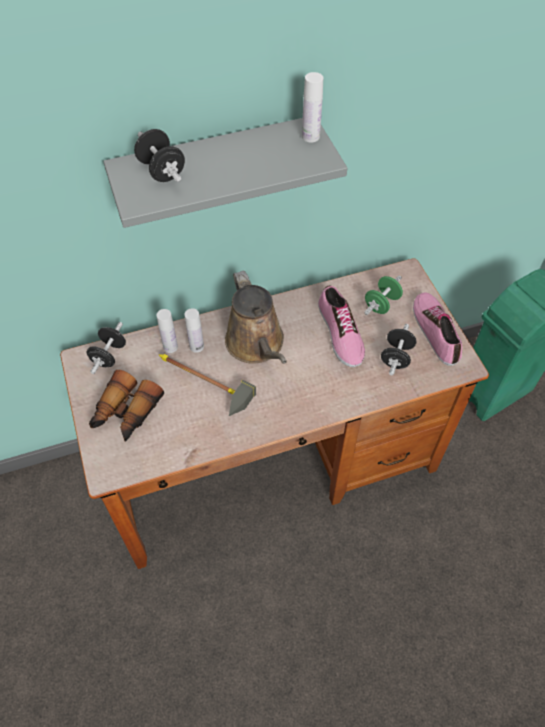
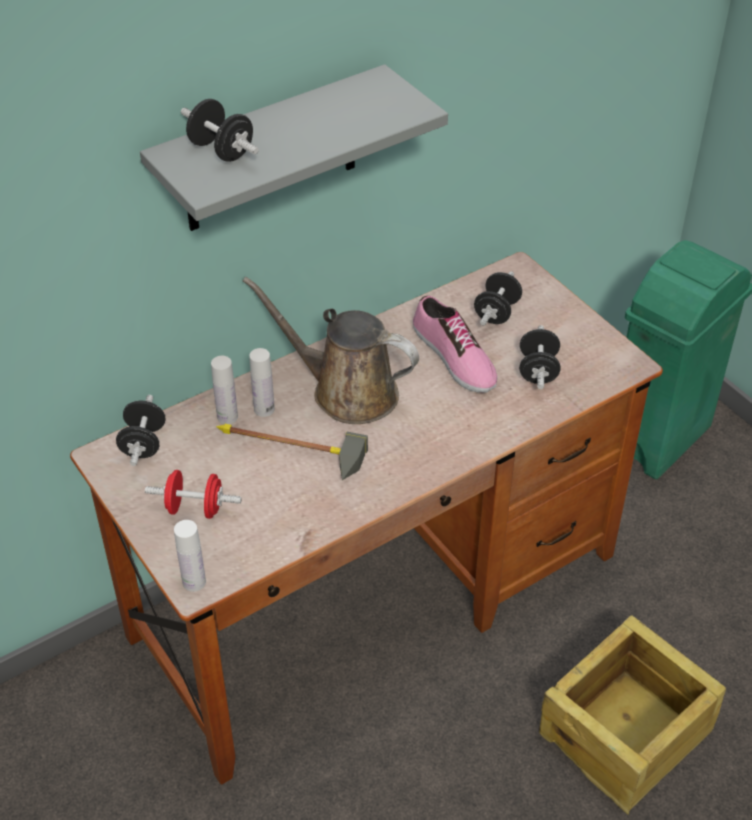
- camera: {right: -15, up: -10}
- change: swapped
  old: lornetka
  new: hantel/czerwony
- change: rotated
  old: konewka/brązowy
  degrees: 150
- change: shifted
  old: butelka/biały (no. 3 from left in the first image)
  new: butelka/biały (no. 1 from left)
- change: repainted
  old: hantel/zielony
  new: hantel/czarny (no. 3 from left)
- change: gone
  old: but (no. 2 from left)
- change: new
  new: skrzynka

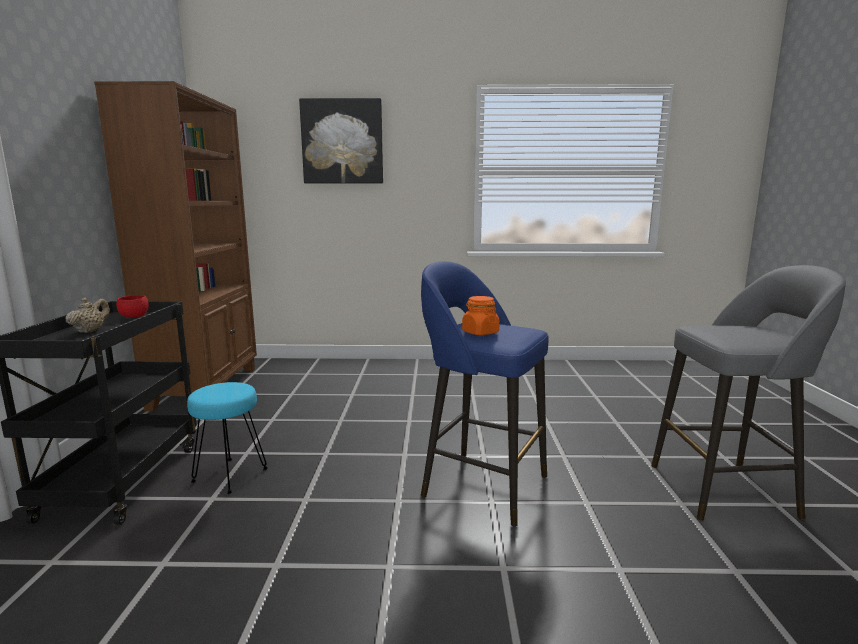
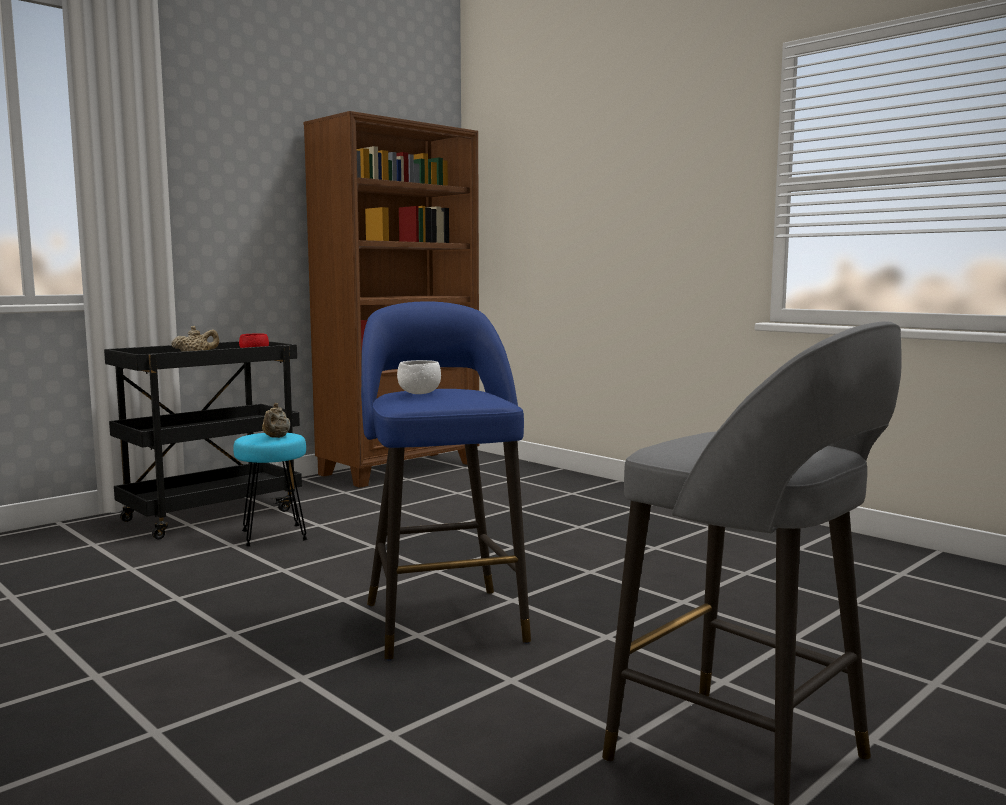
- camera: {right: 45, up: -5}
- change: gone
  old: obraz
- change: swapped
  old: słoik/pomarańczowy
  new: miska/biały
- change: new
  new: imbryk/beżowy (no. 2 from left)

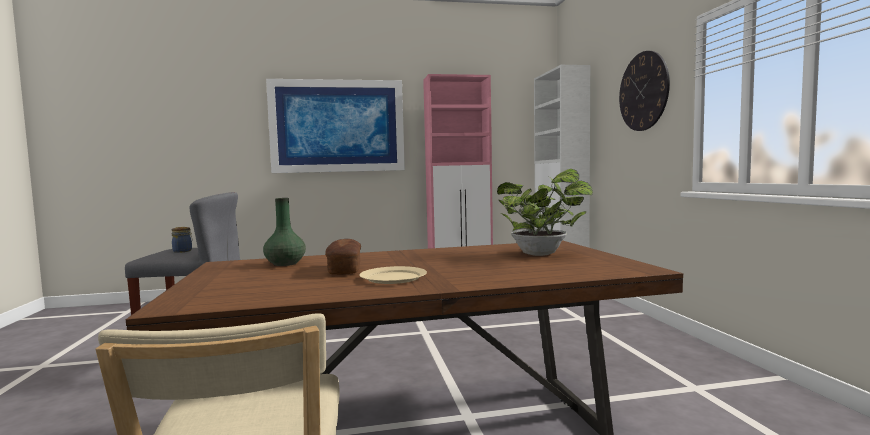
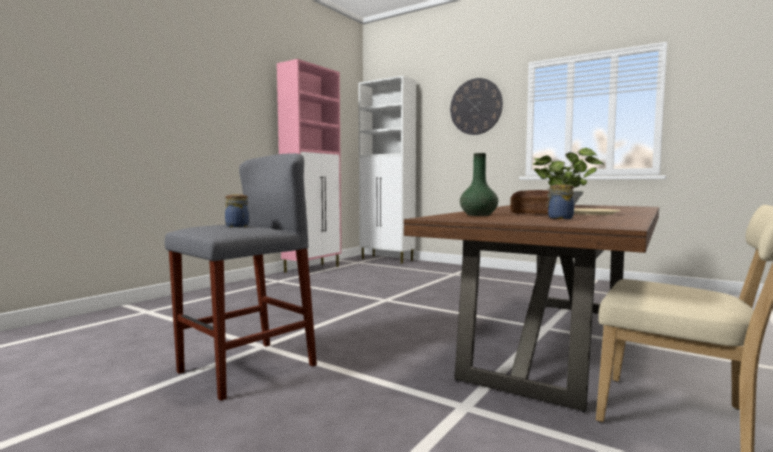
- camera: {right: -45, up: 0}
- change: gone
  old: obraz
- change: new
  new: słoik (no. 2 from left)

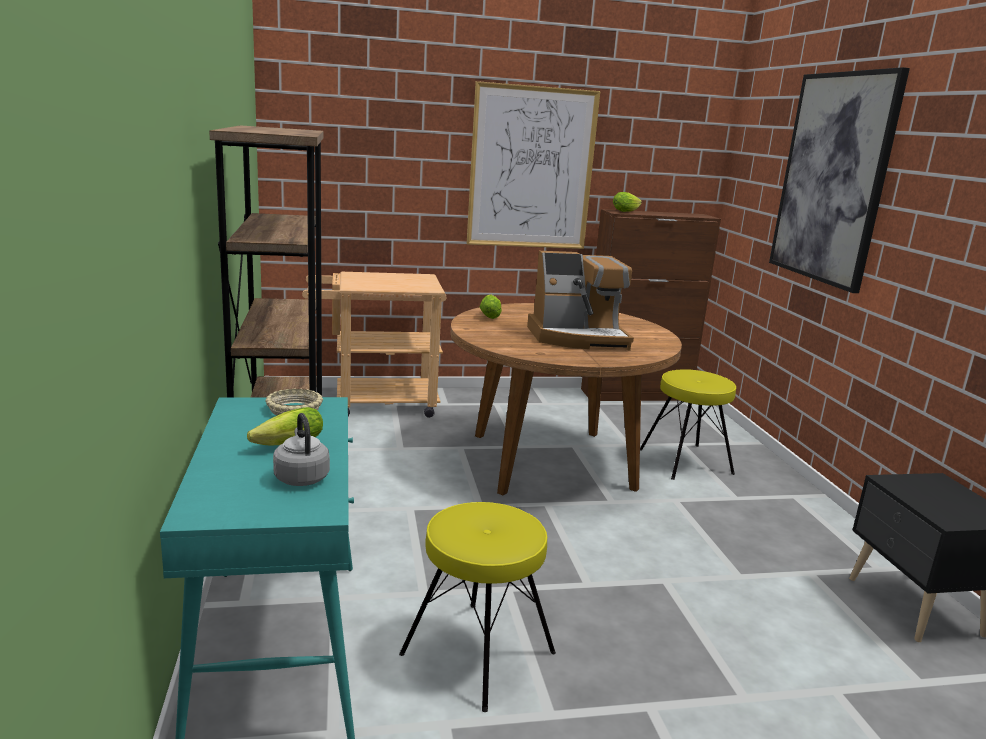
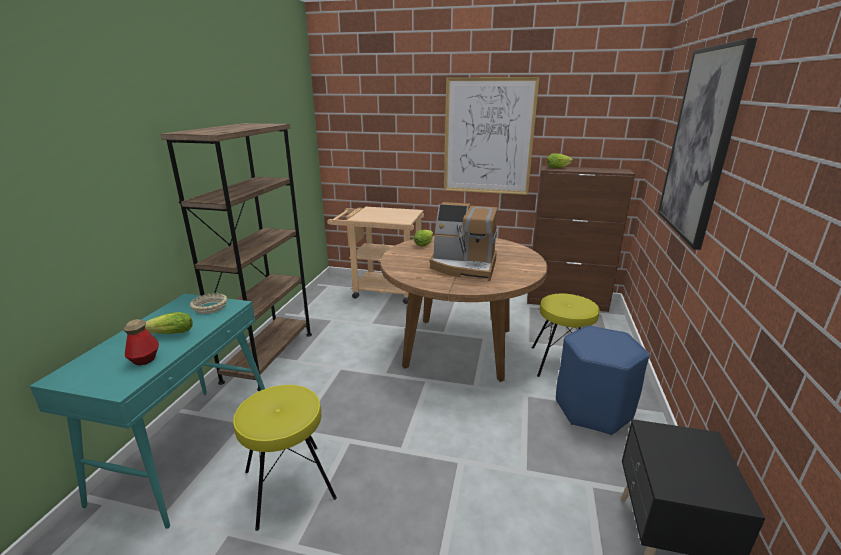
- camera: {right: 25, up: 5}
- change: swapped
  old: czajnik/szary
  new: butelka
- change: new
  new: stołek/niebieski

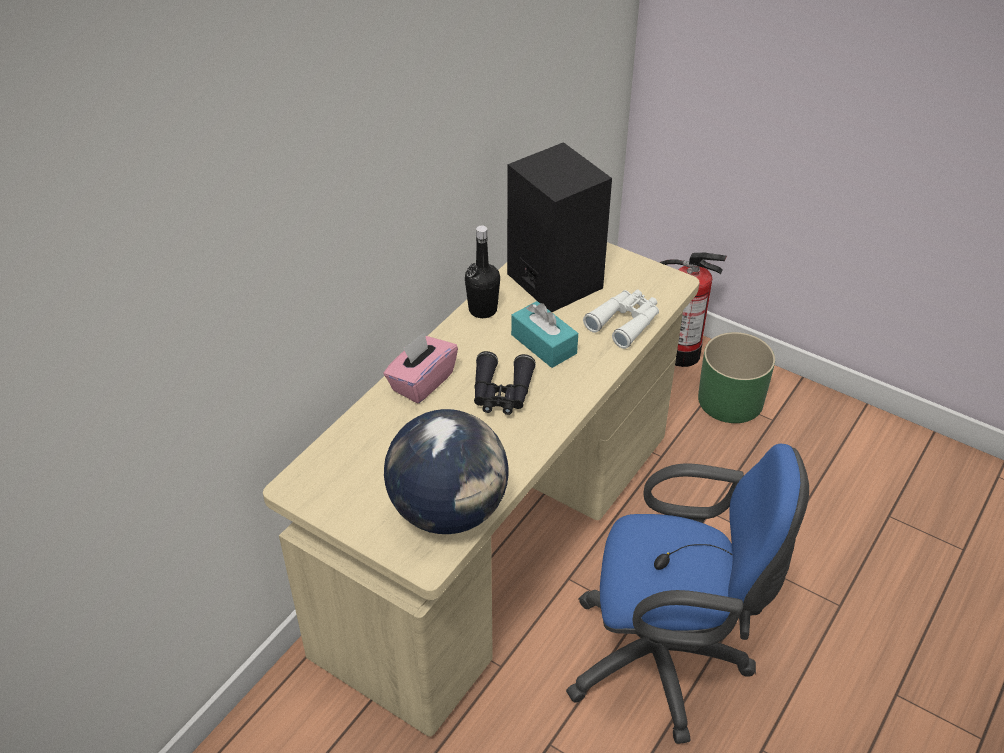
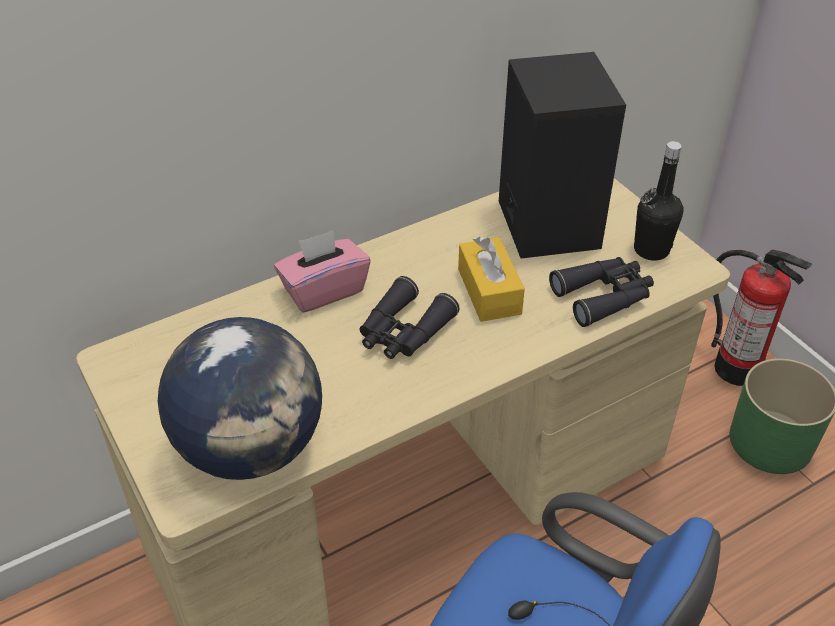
- camera: {right: 25, up: 0}
- change: shifted
  old: butelka/czarny
- change: repainted
  old: pudełko chusteczek/turkusowy
  new: pudełko chusteczek/żółty
- change: repainted
  old: lornetka/biały
  new: lornetka/czarny (no. 2 from left)

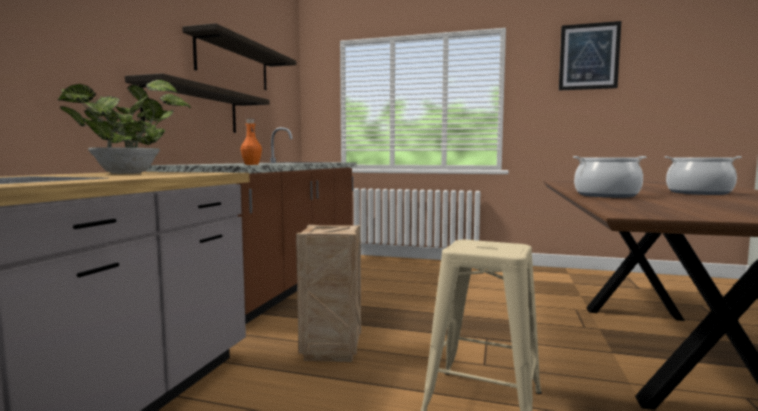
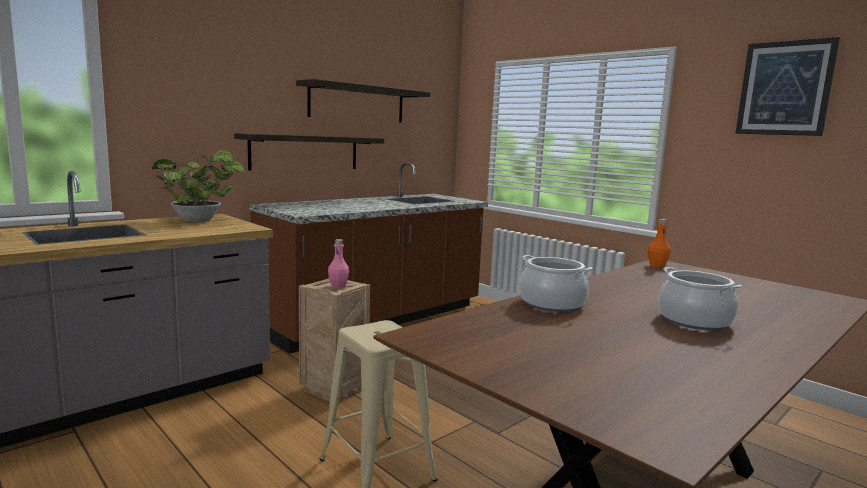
- camera: {right: 30, up: 5}
- change: shifted
  old: butelka/pomarańczowy
- change: new
  new: butelka/różowy

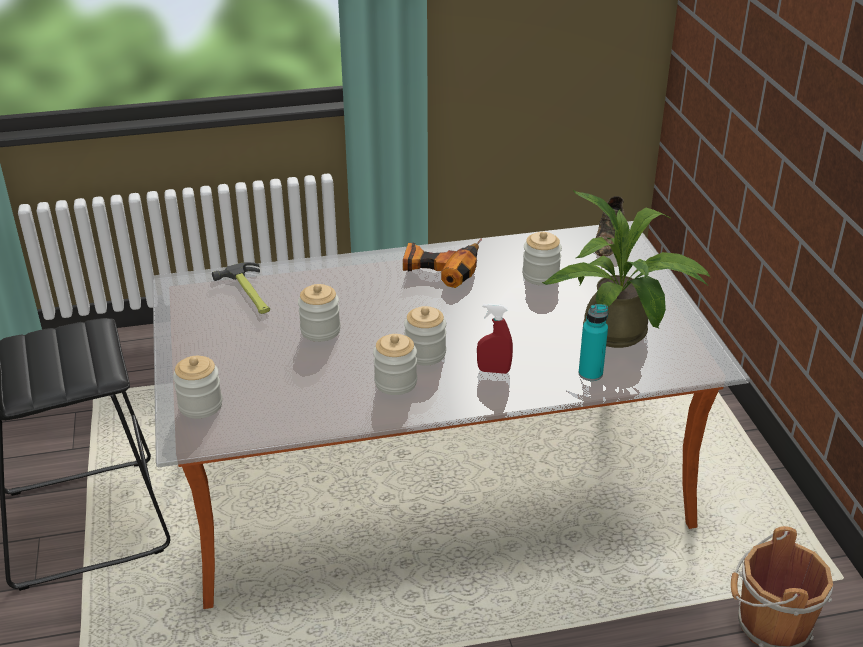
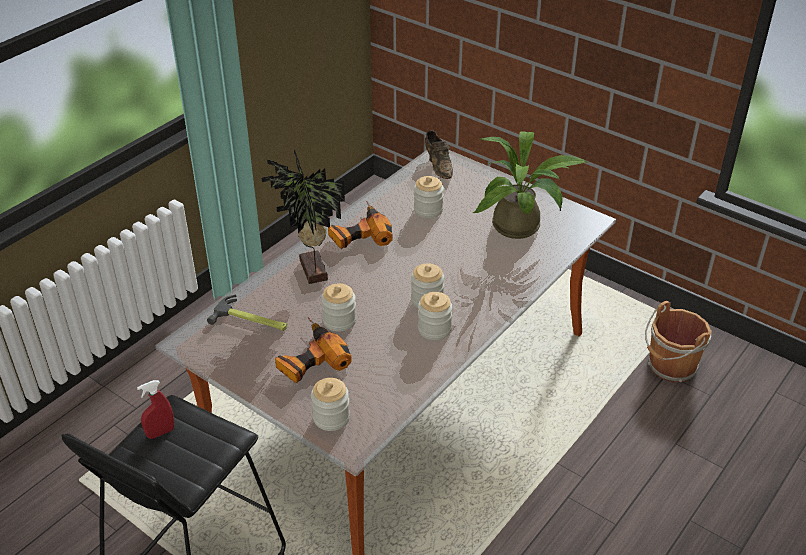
- camera: {right: -40, up: 5}
- change: shifted
  old: spryskiwacz/czerwony
- change: gone
  old: butelka/turkusowy
- change: new
  new: roślina doniczkowa (no. 1 from left)
- change: new
  new: wiertarka (no. 1 from left)

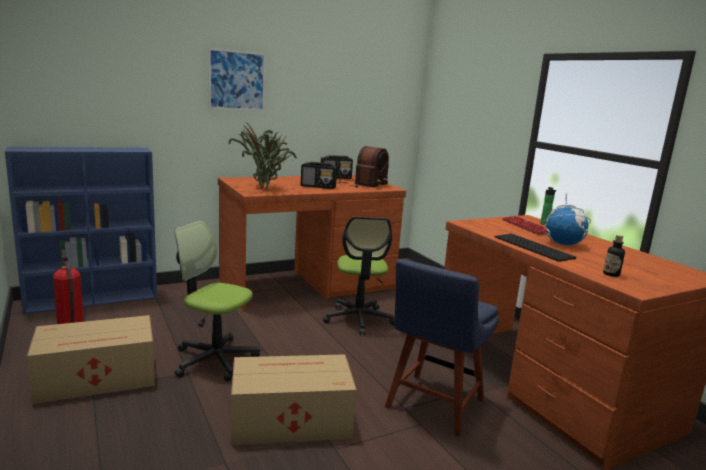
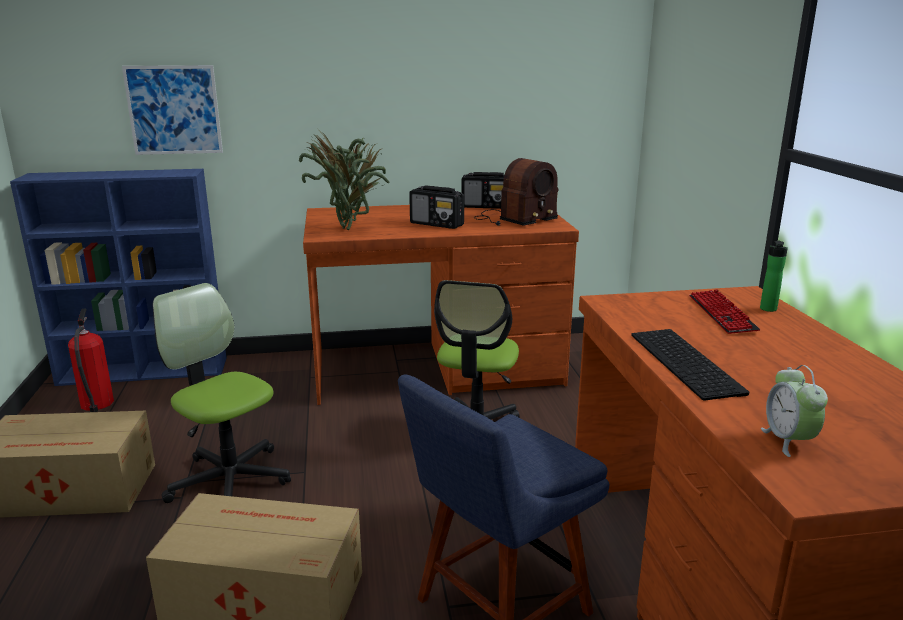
- camera: {right: 20, up: 5}
- change: shifted
  old: obraz
- change: gone
  old: globus
- change: swapped
  old: butelka (no. 2 from left)
  new: budzik

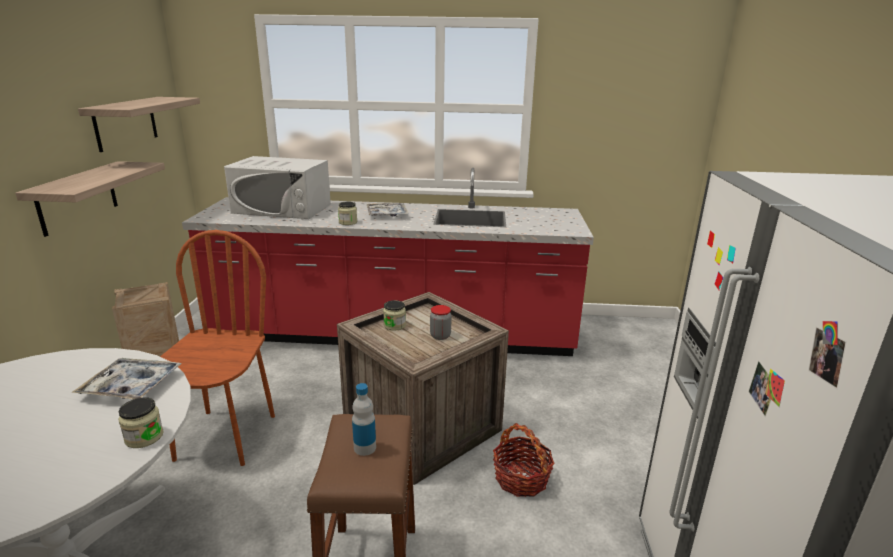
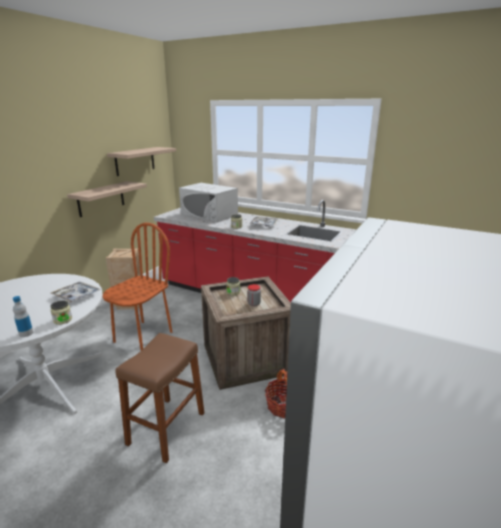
- camera: {right: 25, up: 0}
- change: shifted
  old: butelka

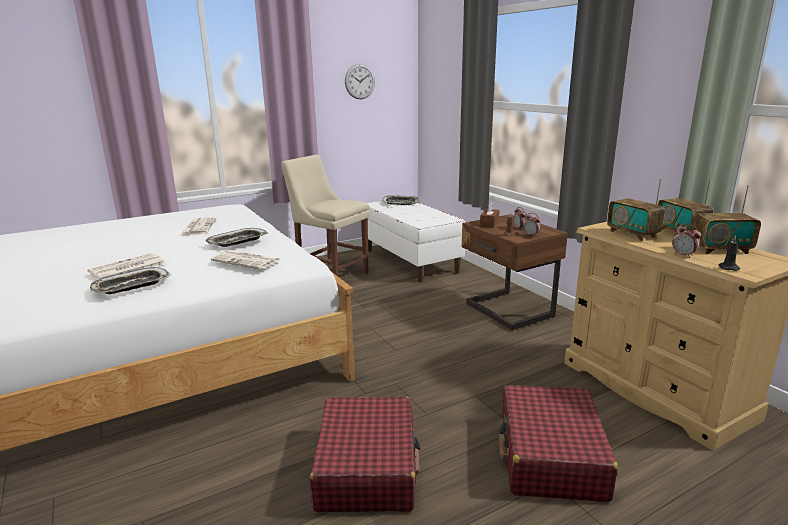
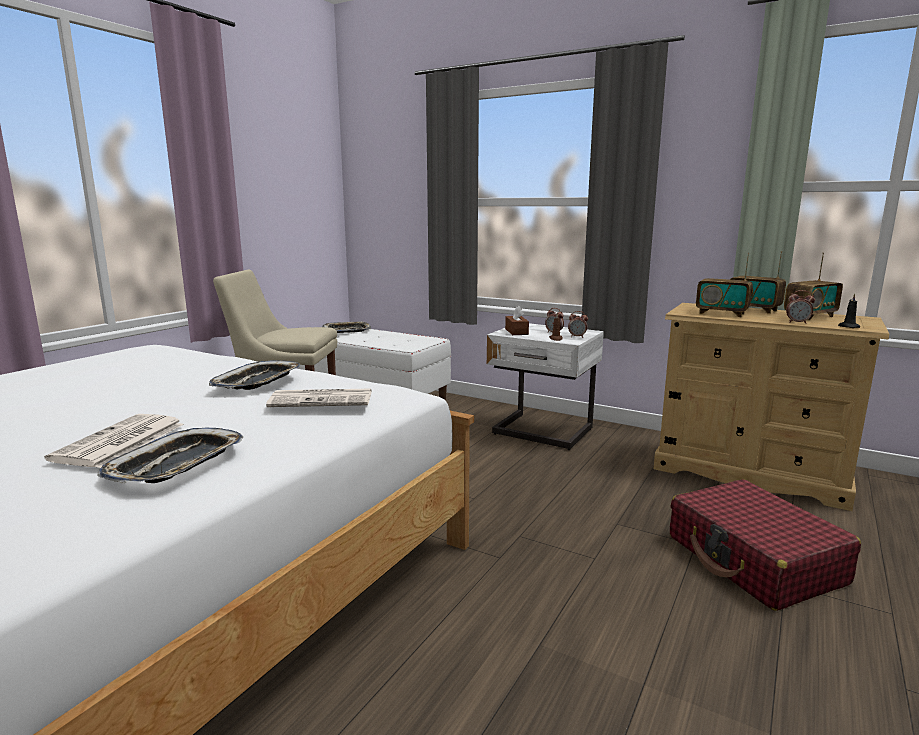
- camera: {right: -30, up: -5}
- change: gone
  old: gazeta (no. 2 from left)
- change: gone
  old: walizka/czerwony (no. 1 from left)
- change: gone
  old: zegar ścienny
- change: repainted
  old: szafka nocna/brązowy
  new: szafka nocna/biały

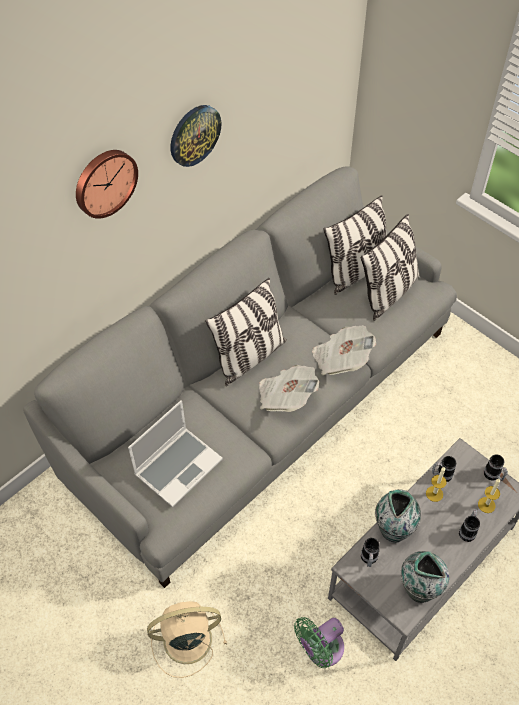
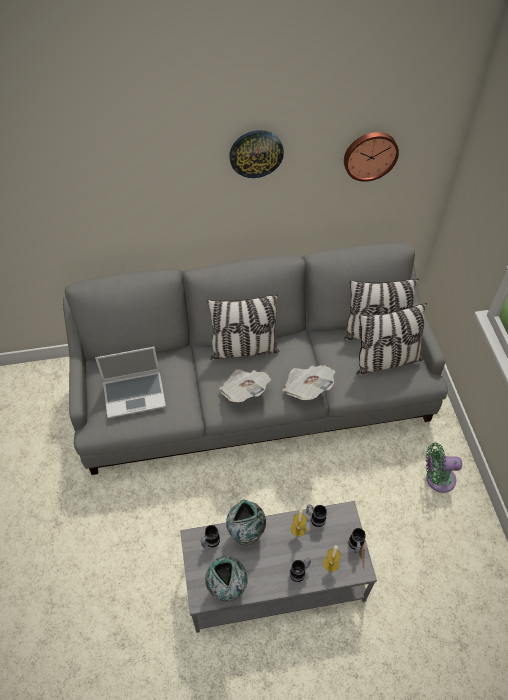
- camera: {right: 35, up: 0}
- change: shifted
  old: zegar ścienny (no. 1 from left in the first image)
  new: zegar ścienny (no. 2 from left)
- change: gone
  old: wentylator/beżowy
- change: shifted
  old: wentylator/zielony

